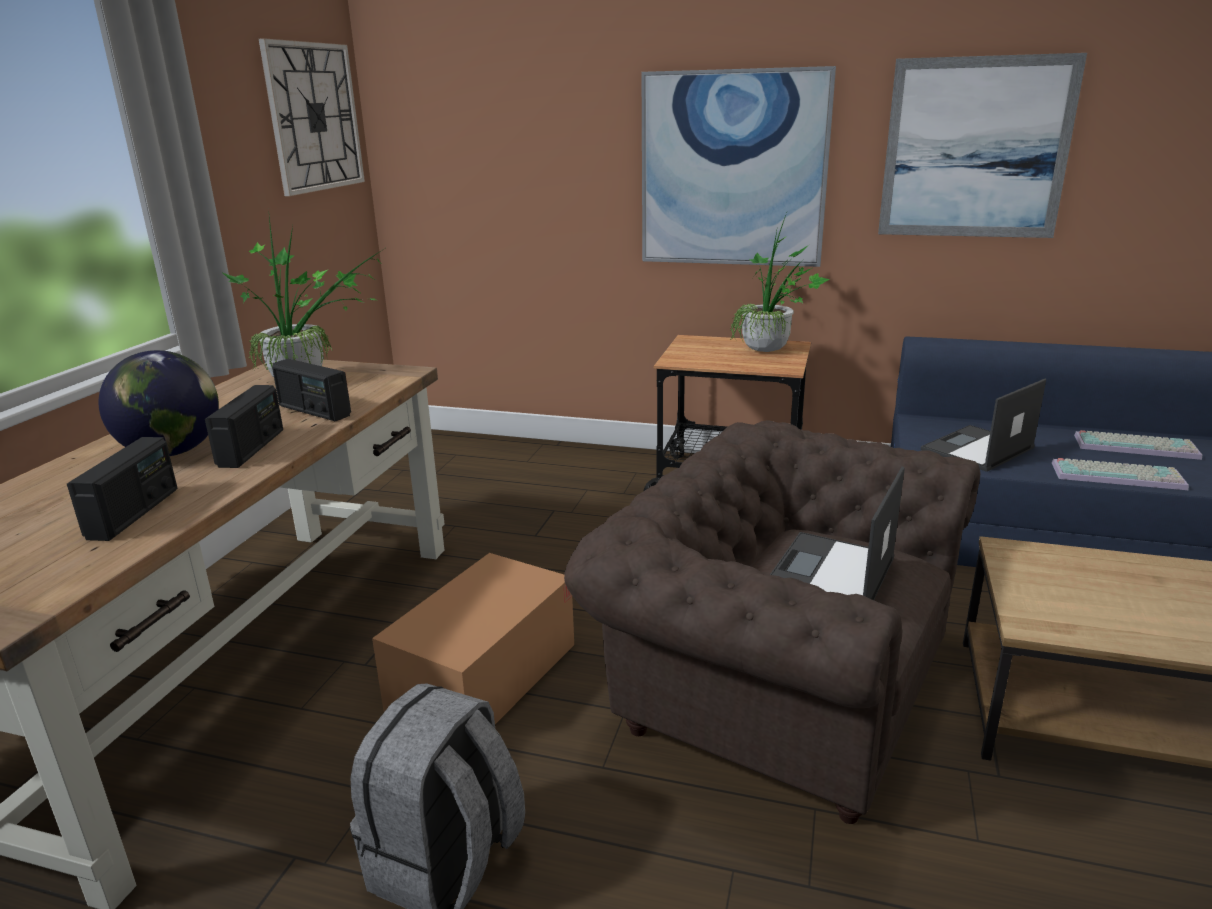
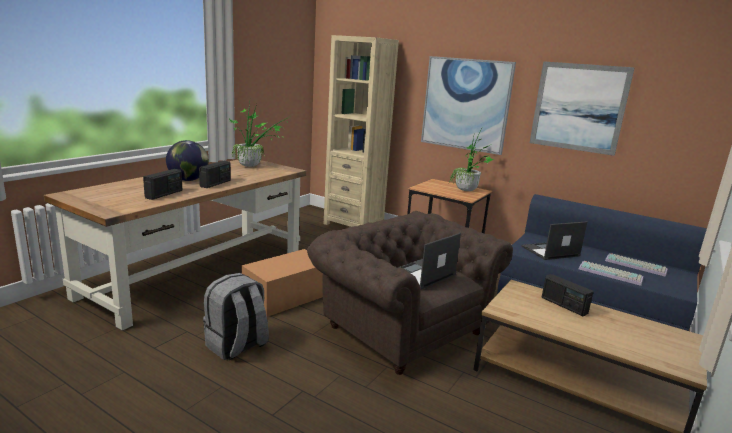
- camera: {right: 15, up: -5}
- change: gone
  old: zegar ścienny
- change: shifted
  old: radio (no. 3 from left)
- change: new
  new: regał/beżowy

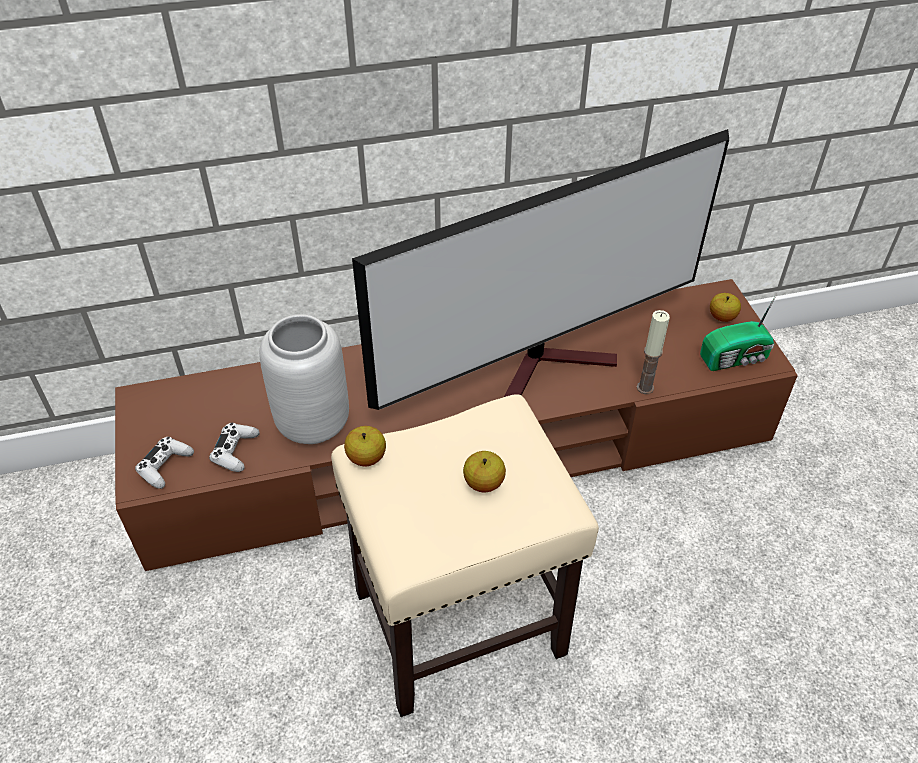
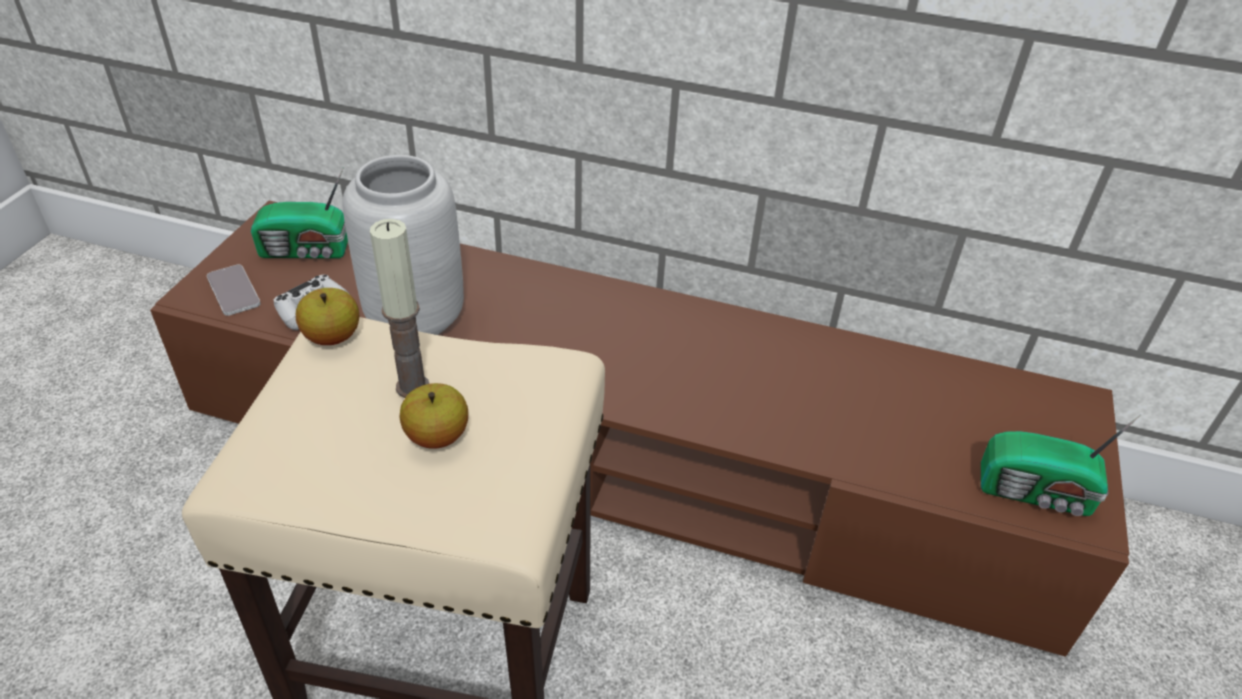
- camera: {right: 30, up: -5}
- change: swapped
  old: pad do gier/biały (no. 1 from left)
  new: telefon
- change: gone
  old: telewizor
- change: shifted
  old: świeca
- change: gone
  old: jabłko (no. 3 from left)
- change: new
  new: radio (no. 1 from left)

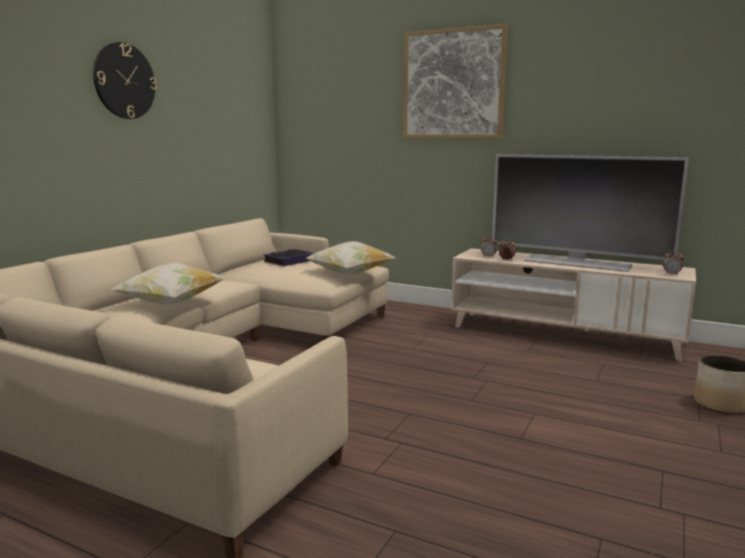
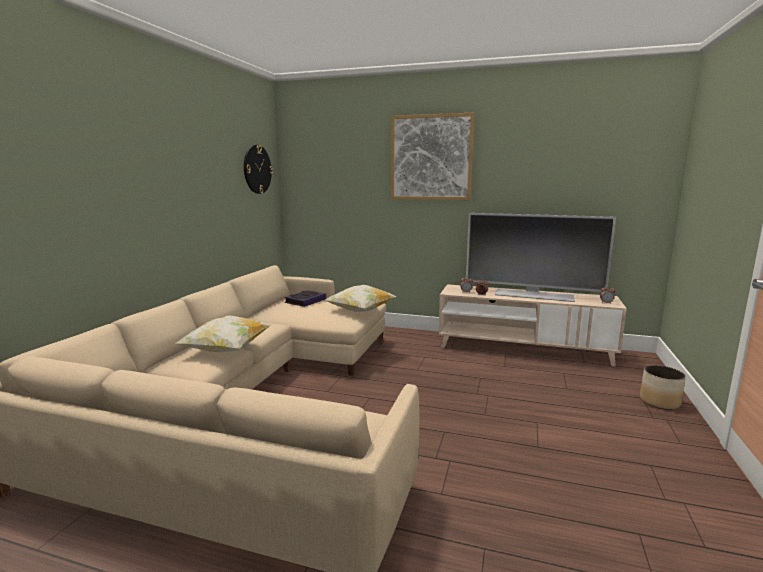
- camera: {right: -10, up: 0}
- change: shifted
  old: zegar ścienny

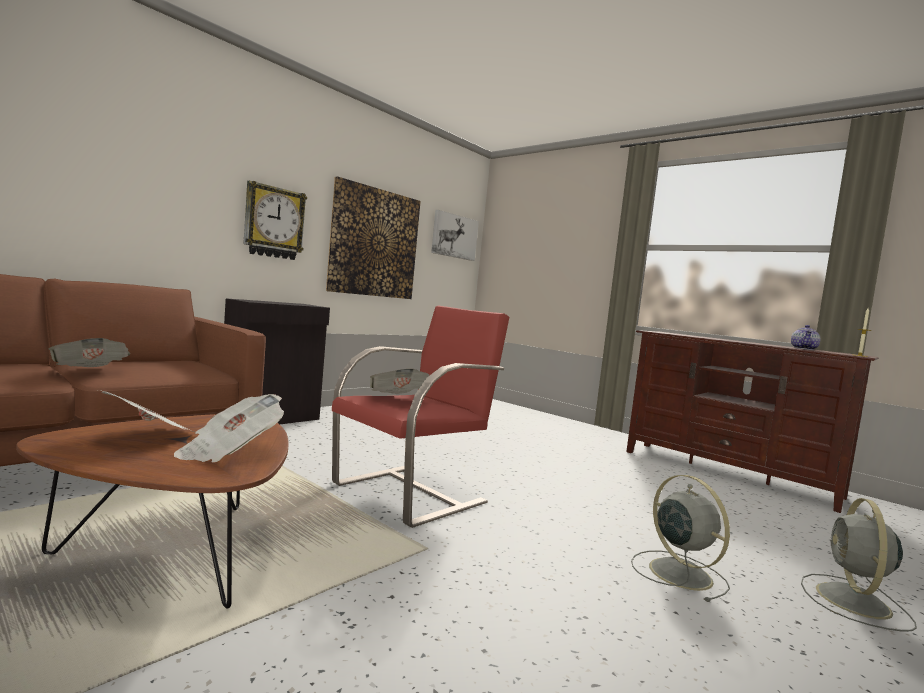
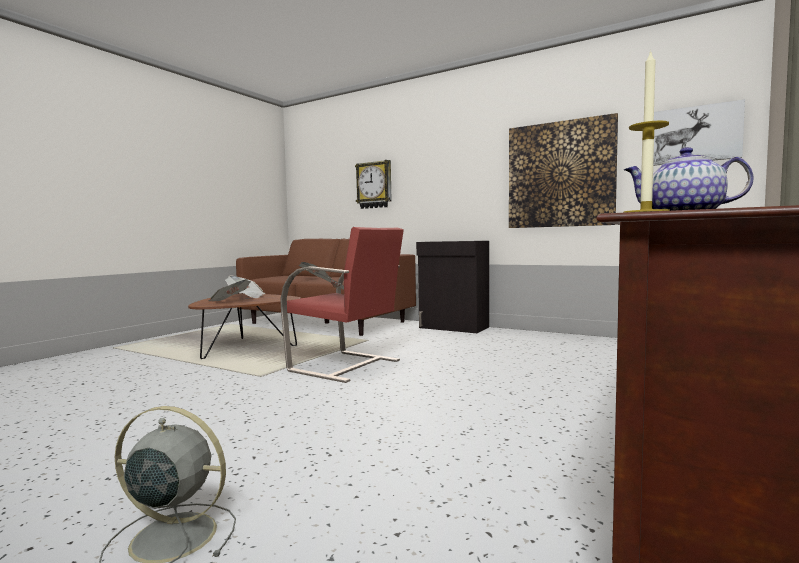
- camera: {right: 80, up: 0}
- change: shifted
  old: zegar ścienny
- change: gone
  old: wentylator/szary (no. 1 from left)

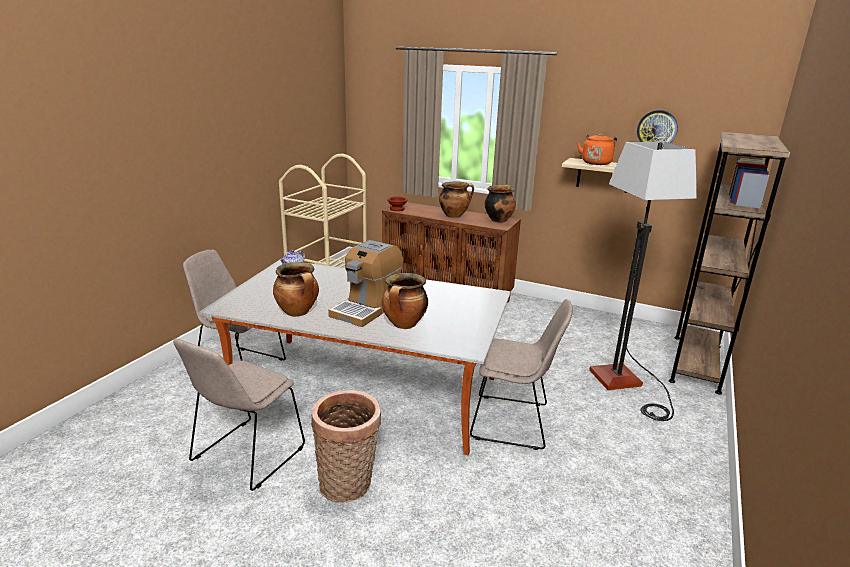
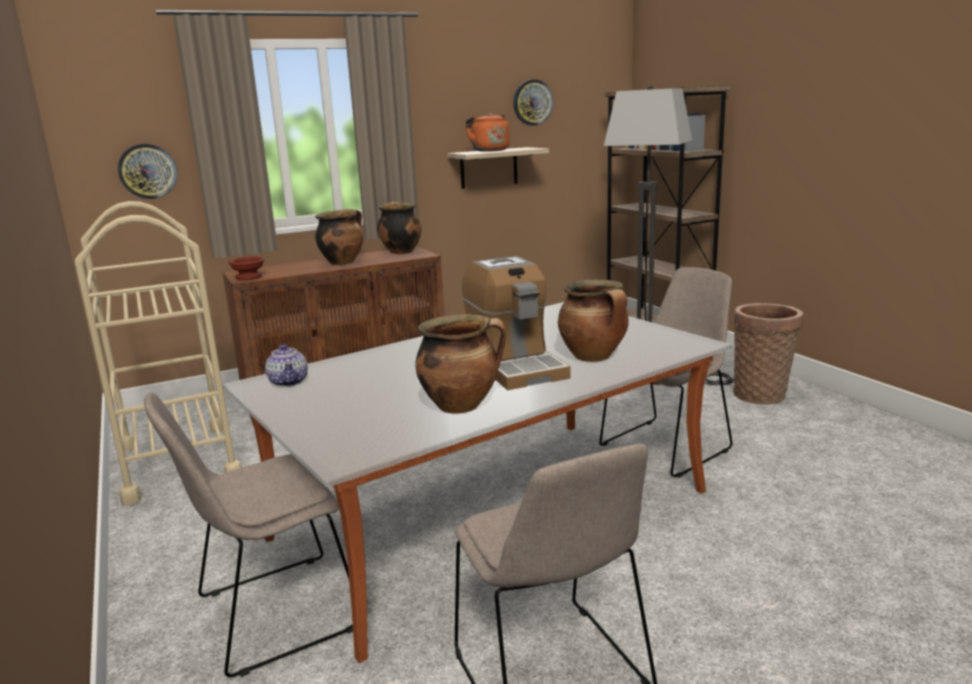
- camera: {right: -50, up: -5}
- change: shifted
  old: koszyk
- change: new
  new: zegar ścienny (no. 1 from left)

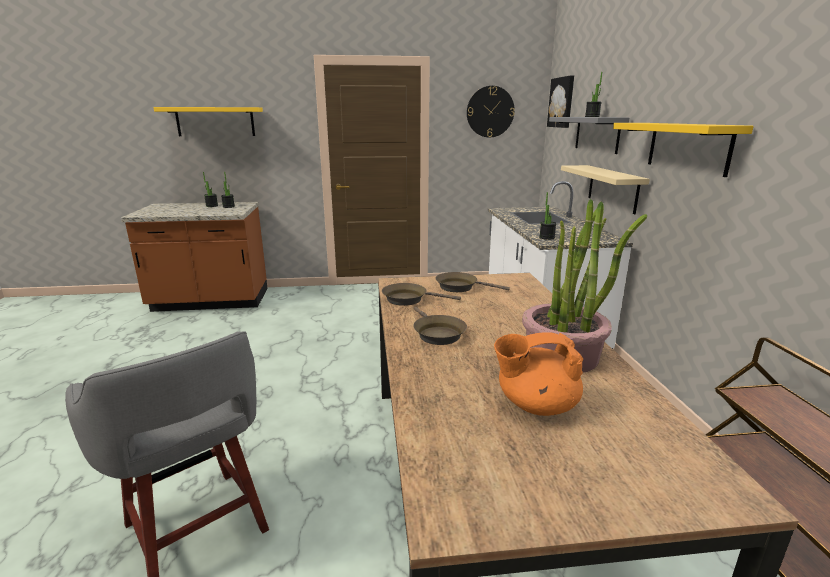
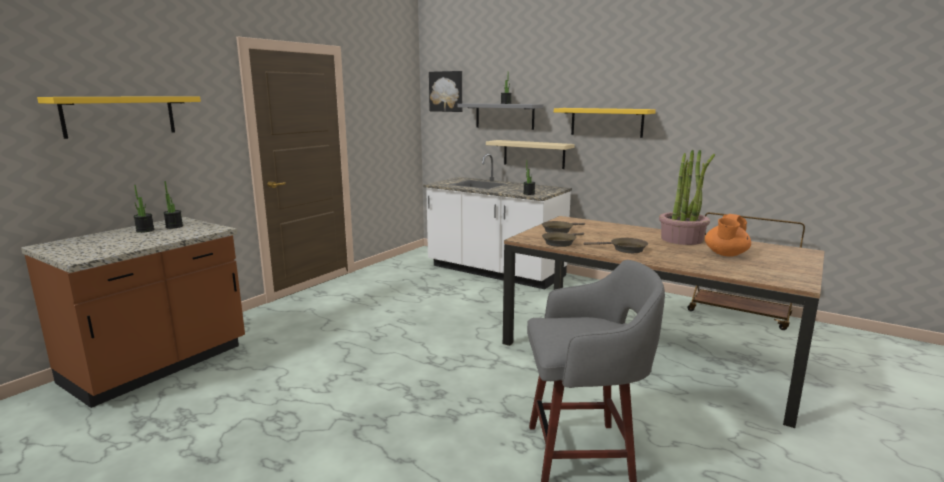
- camera: {right: -50, up: -5}
- change: gone
  old: zegar ścienny

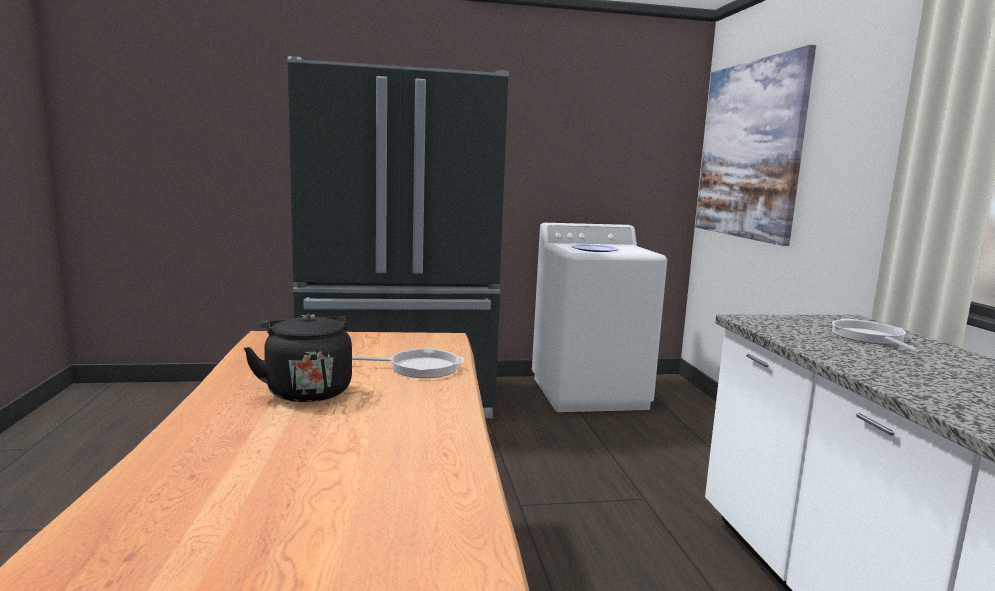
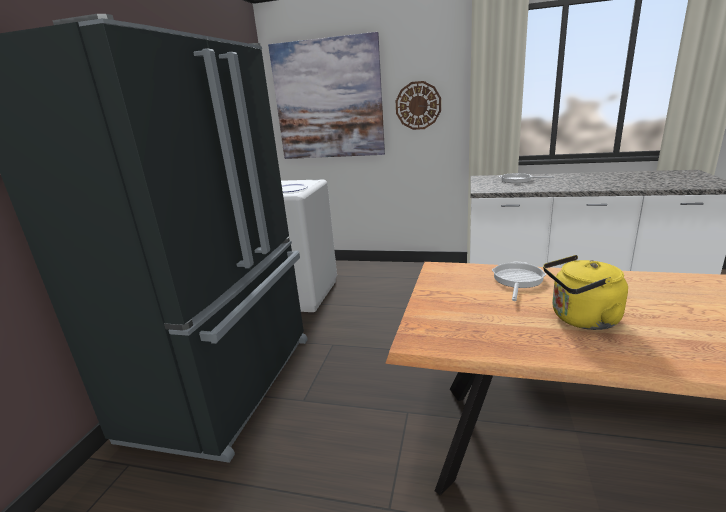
- camera: {right: -65, up: 10}
- change: repainted
  old: czajnik/czarny
  new: czajnik/żółty
- change: new
  new: zegar ścienny

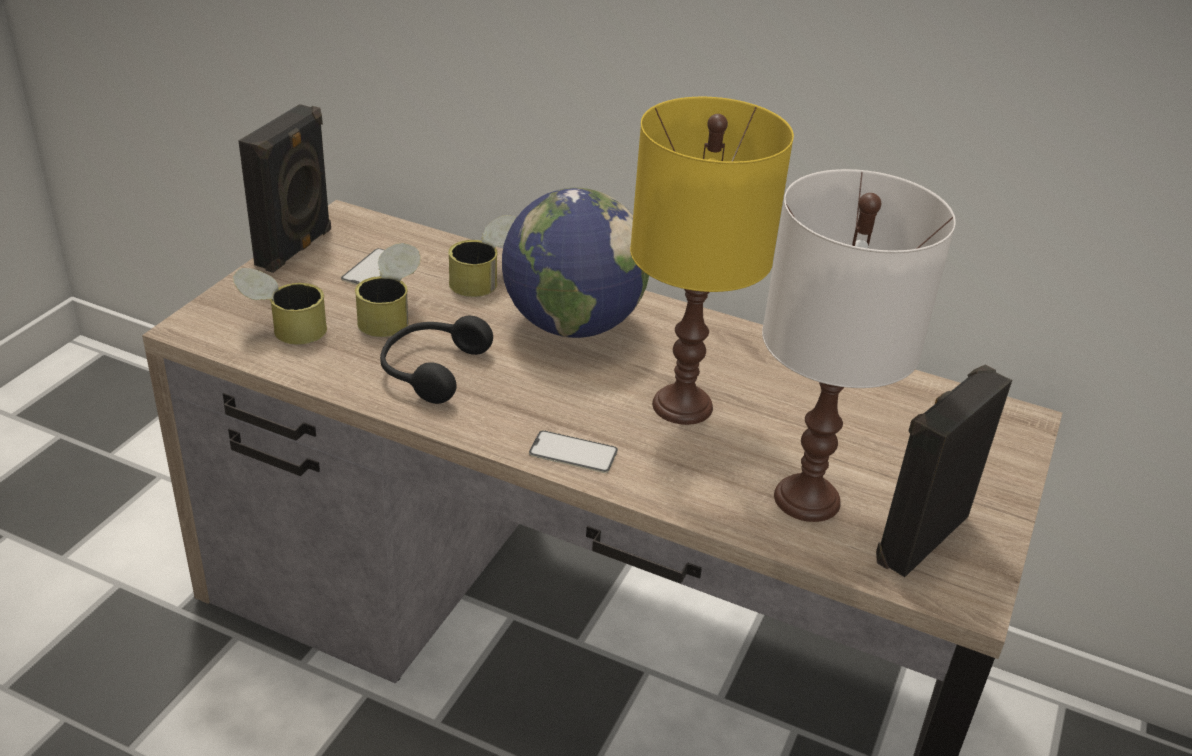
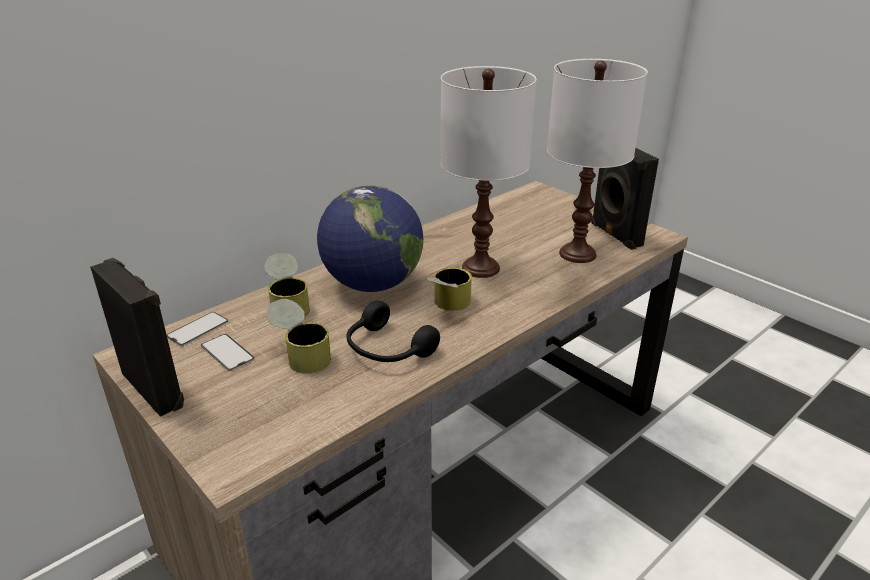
- camera: {right: -65, up: -5}
- change: shifted
  old: puszka (no. 1 from left in the first image)
  new: puszka (no. 3 from left)
- change: shifted
  old: telefon (no. 2 from left in the first image)
  new: telefon (no. 1 from left)
- change: repainted
  old: lampa stołowa/żółty
  new: lampa stołowa/biały (no. 1 from left)

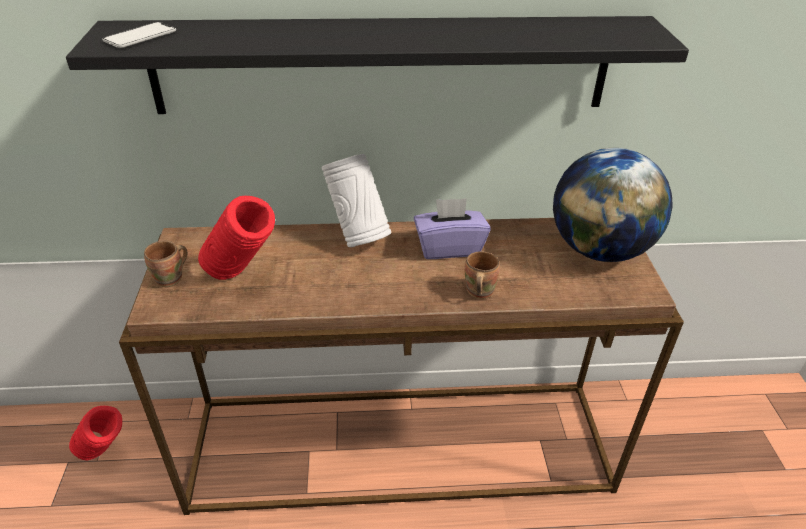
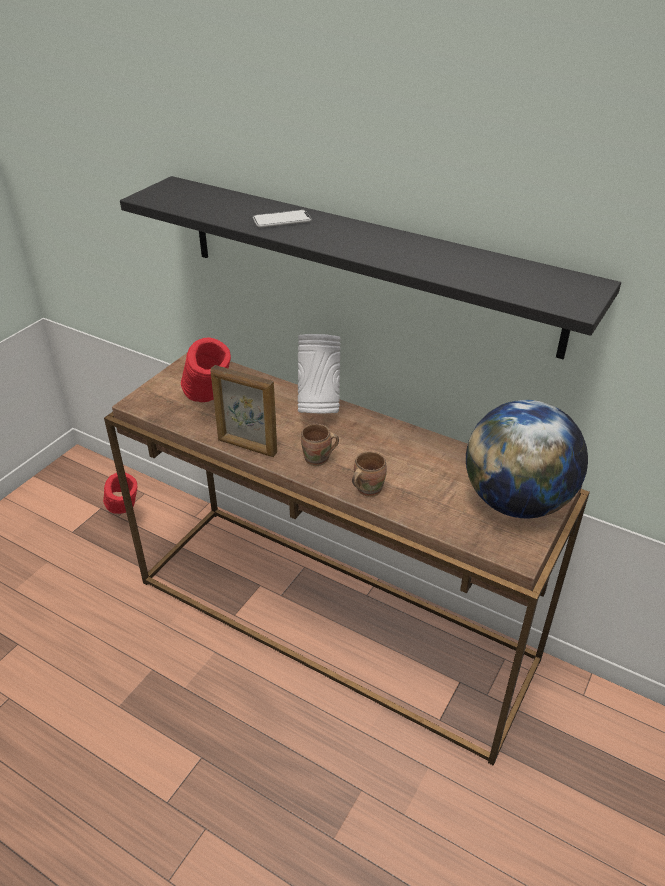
- camera: {right: 35, up: 0}
- change: shifted
  old: telefon
- change: shifted
  old: kubek/brązowy (no. 1 from left)
- change: gone
  old: pudełko chusteczek/fioletowy
- change: new
  new: ramka na zdjęcie

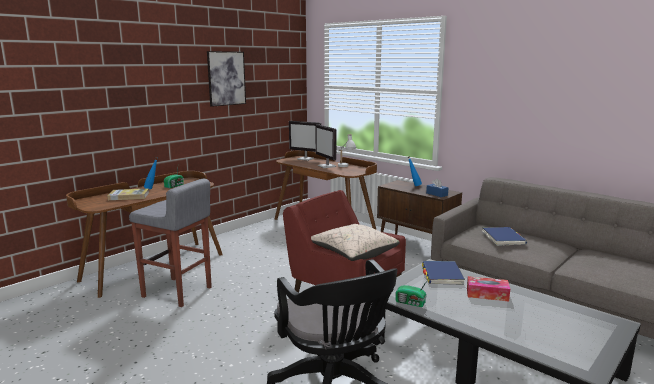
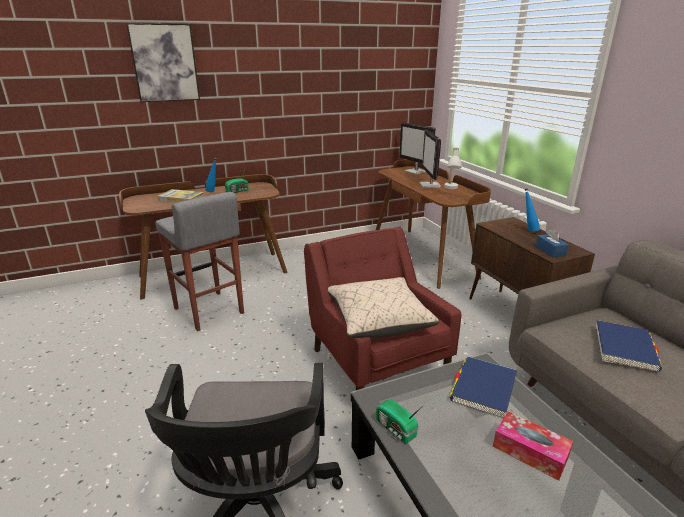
- camera: {right: 25, up: 10}
- change: shifted
  old: obraz

